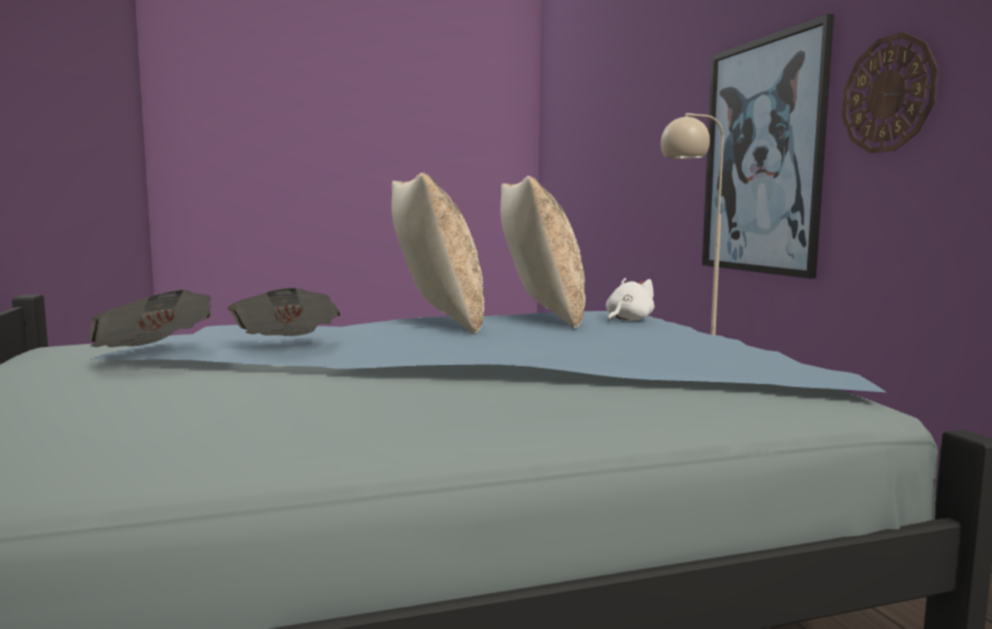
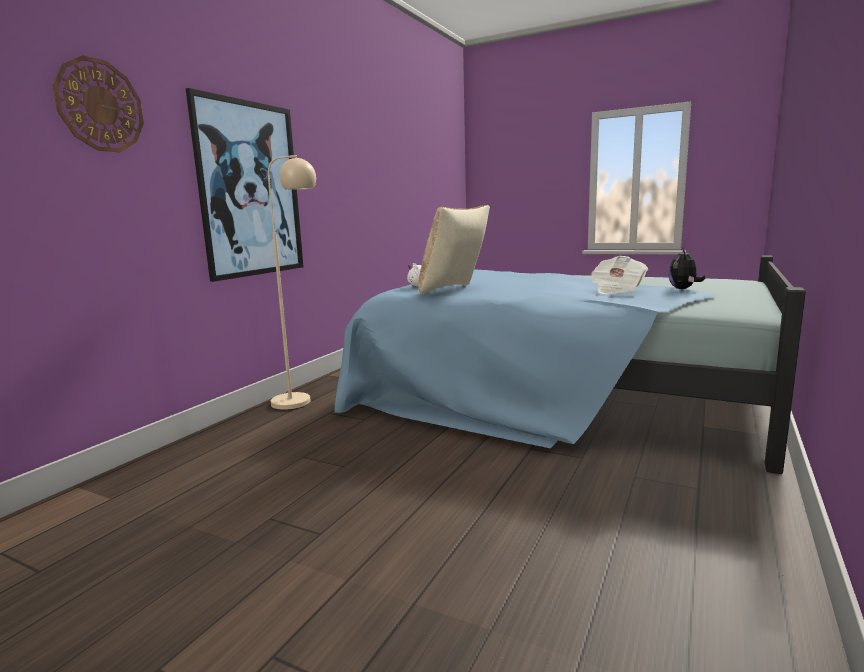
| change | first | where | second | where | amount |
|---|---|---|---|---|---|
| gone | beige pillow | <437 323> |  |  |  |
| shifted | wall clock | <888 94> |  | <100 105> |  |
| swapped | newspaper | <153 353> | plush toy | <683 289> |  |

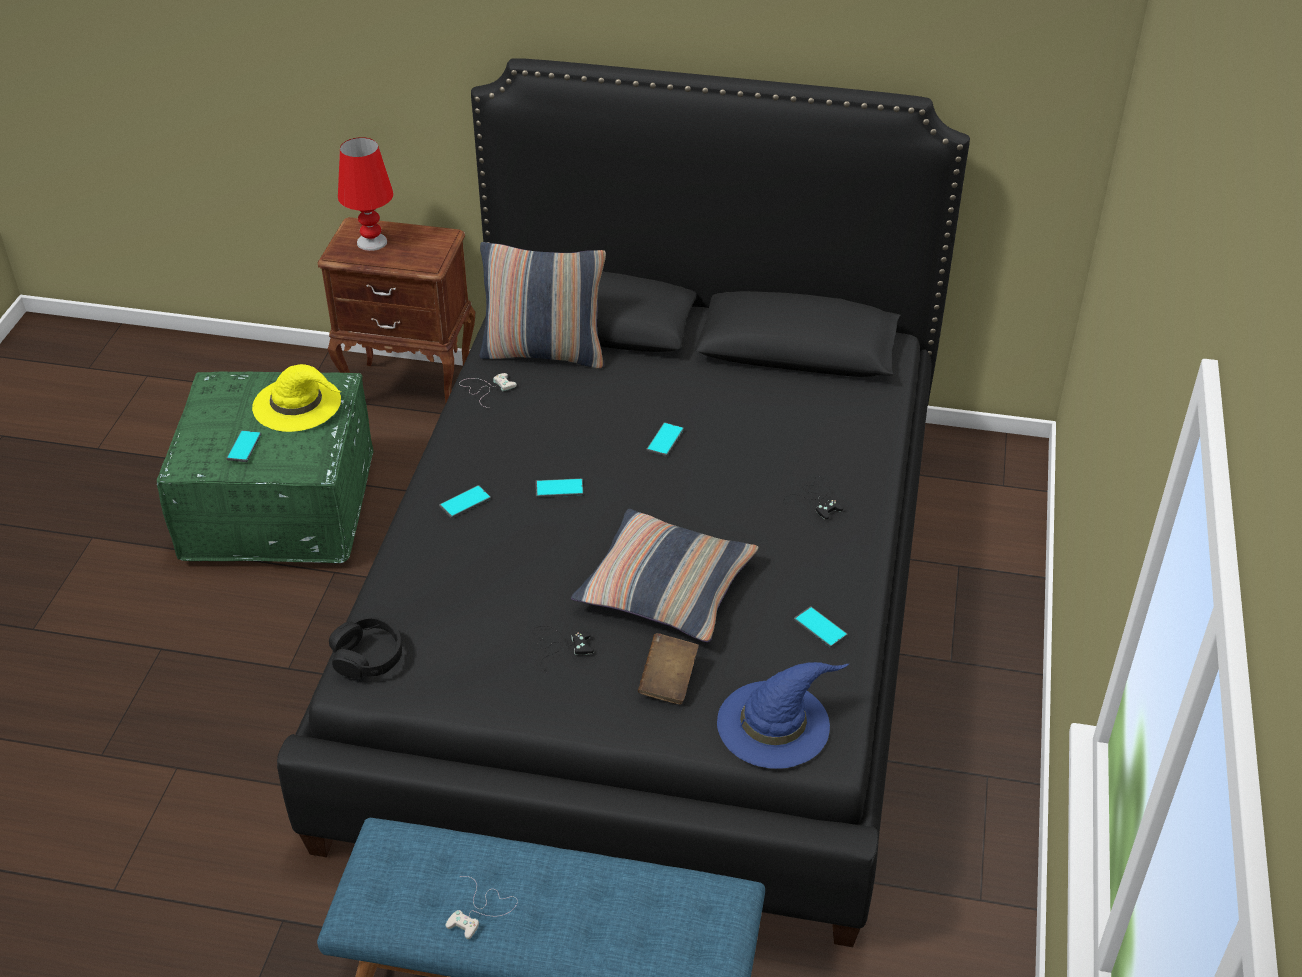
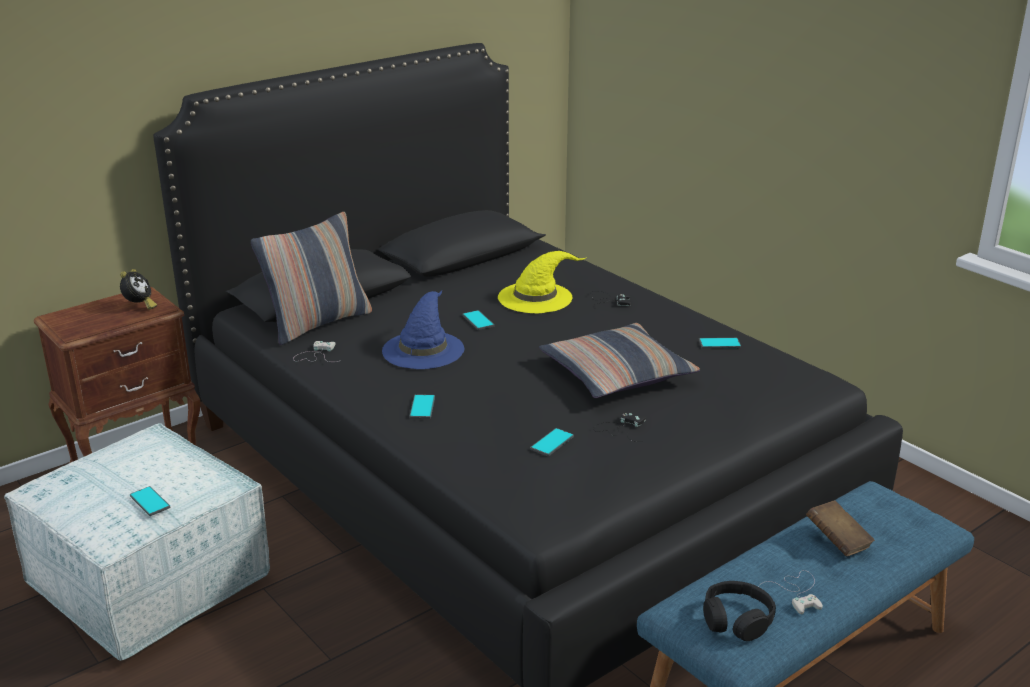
| change | first | where | second | where | amount |
|---|---|---|---|---|---|
| gone | red table lamp | <371 242> |  |  |  |
| new |  |  | alarm clock | <139 306> |  |
| shifted | yellow hat | <298 404> |  | <536 297> |  |
| shifted | black headphones | <367 656> |  | <737 619> |  |
| shifted | phone | <559 489> |  | <552 443> |  |
| shifted | brown book | <668 680> |  | <837 541> |  |
| shifted | blue hat | <774 723> |  | <423 349> |  |
| repainted | green ottoman | <279 510> | white ottoman | <150 585> |  |

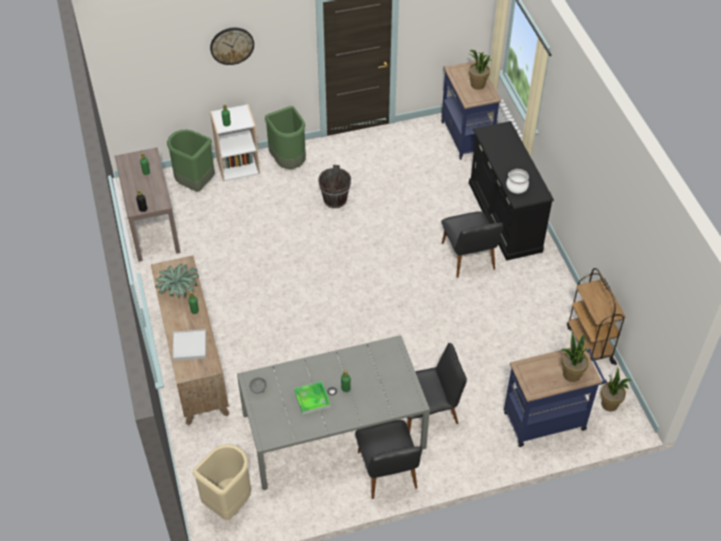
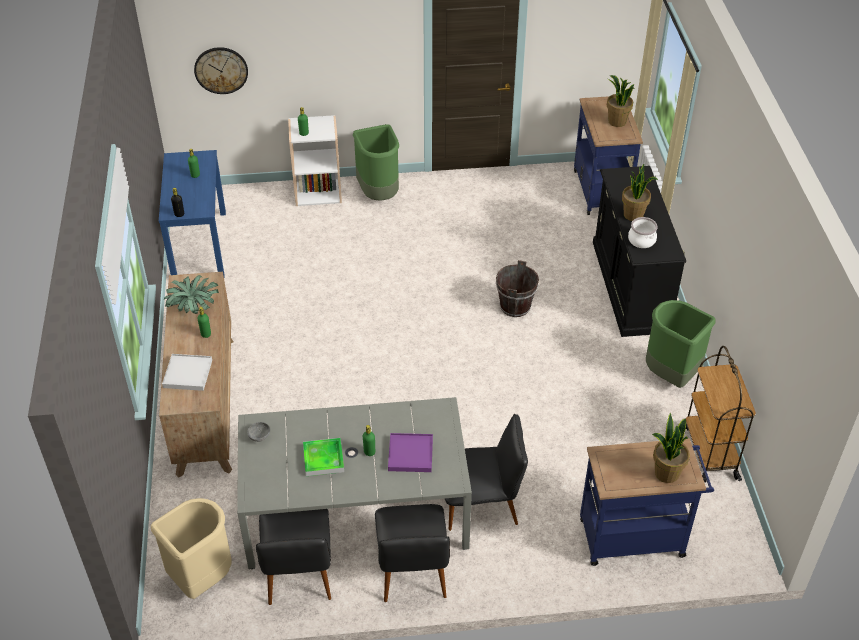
| change | first | where | second | where | amount |
|---|---|---|---|---|---|
| new |  |  | purple tray | <410 454> |  |
| shifted | green trash can | <194 184> |  | <670 375> |  |
| shifted | wall clock | <232 45> |  | <221 70> |  |
| shifted | brown bucket | <335 200> |  | <515 307> |  |
| shifted | black chair | <468 256> |  | <299 571> |  |
| shifted | potted plant | <610 404> |  | <634 215> |  |
| repainted | brown console table | <152 226> | blue console table | <199 245> |  |

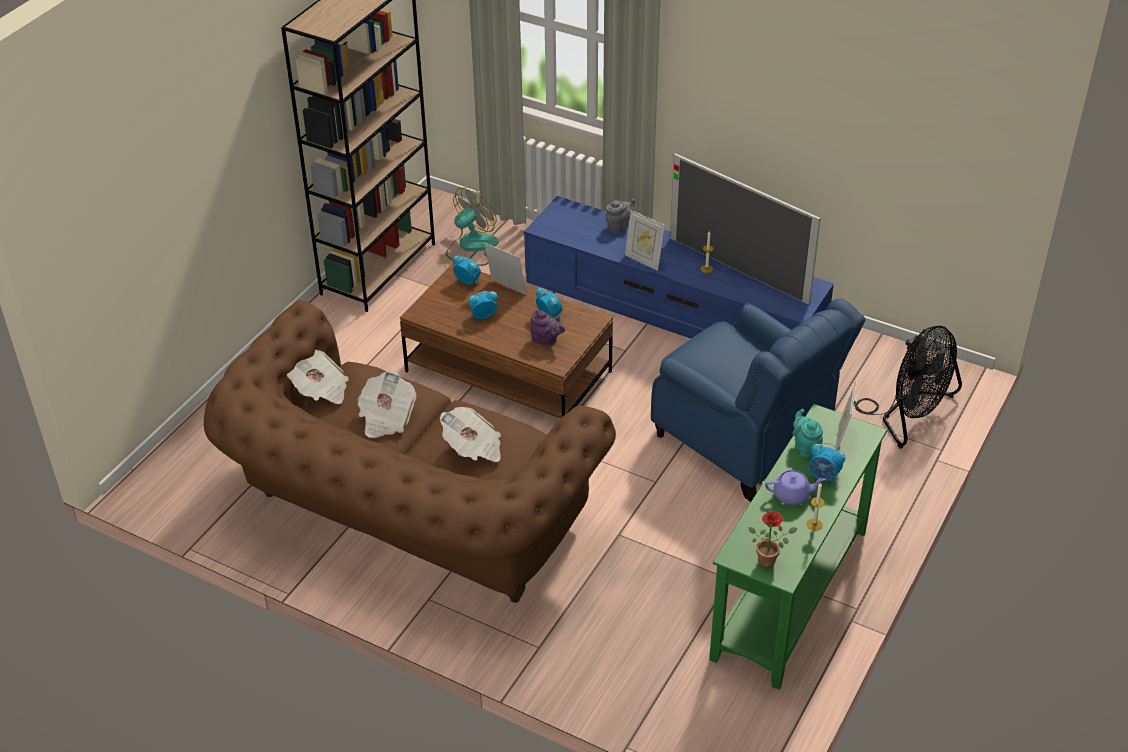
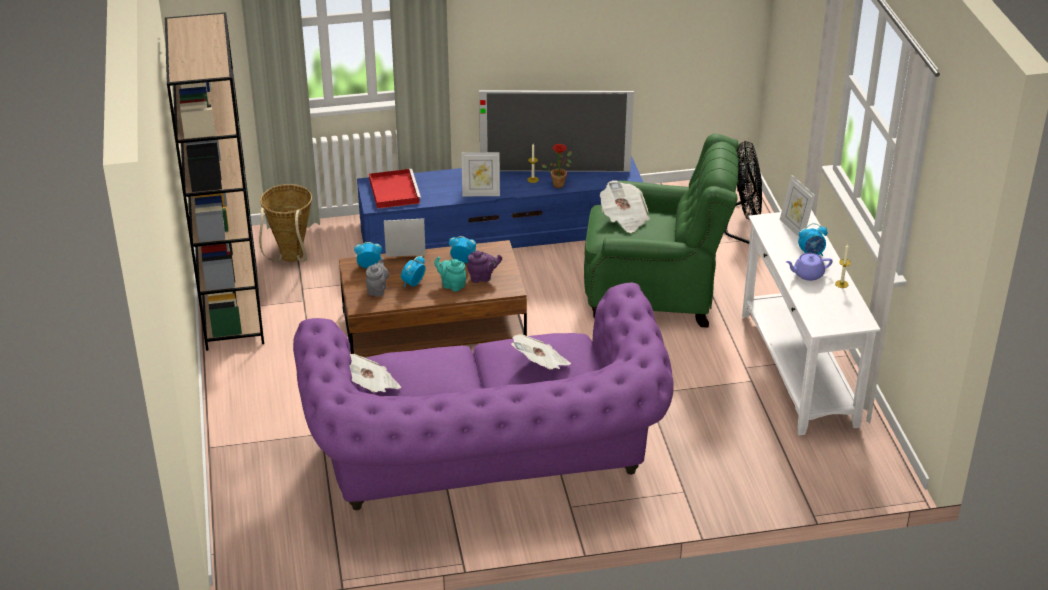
| change | first | where | second | where | amount |
|---|---|---|---|---|---|
| new |  |  | red tray | <393 190> |  |
| shifted | newspaper | <386 418> |  | <624 218> |  |
| shifted | grey teapot | <619 226> |  | <377 289> |  |
| shifted | potted plant | <769 560> |  | <559 183> |  |
| shifted | turquoise teapot | <806 447> |  | <452 285> |  |
| swapped | fan | <471 247> | basket | <290 259> |  |
| repainted | brown sofa | <406 521> | purple sofa | <487 467> |  |
| repainted | blue armchair | <744 441> | green armchair | <655 292> |  |
| repainted | green console table | <790 595> | white console table | <799 370> |  |
| rotated | purple teapot | <792 495> |  | <807 274> | 150 degrees counterclockwise |

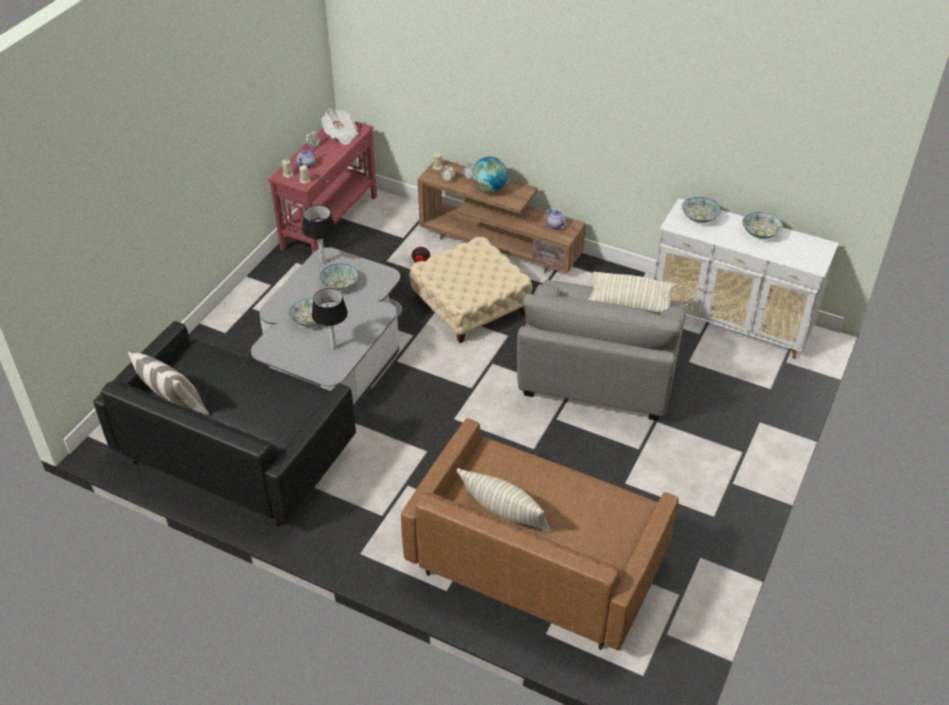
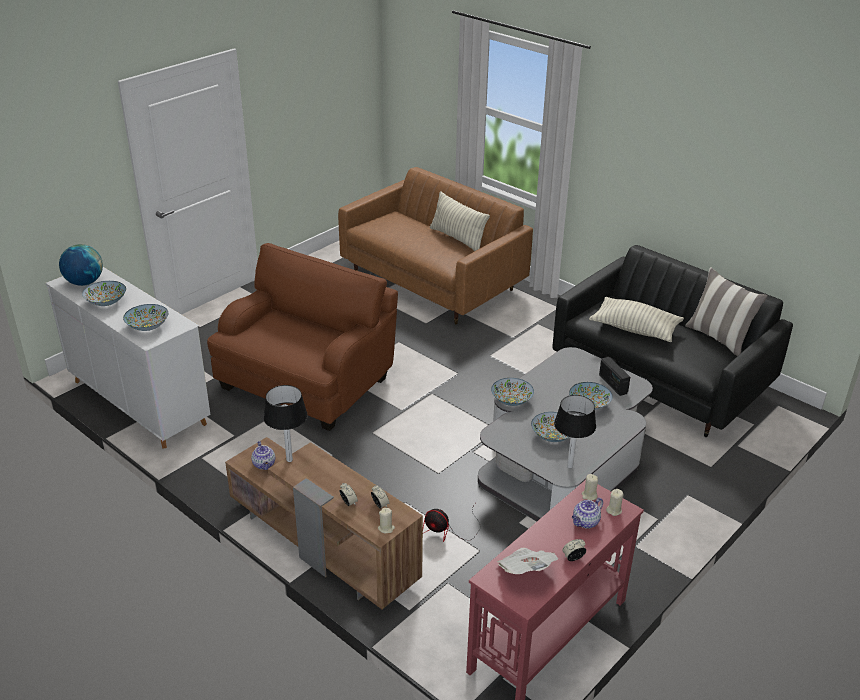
| change | first | where | second | where | amount |
|---|---|---|---|---|---|
| gone | beige ottoman | <470 305> |  |  |  |
| new |  |  | bowl | <512 400> |  |
| new |  |  | radio | <612 384> |  |
| shifted | table lamp | <333 347> |  | <290 460> |  |
| shifted | globe | <489 189> |  | <84 282> |  |
| shifted | pillow | <629 302> |  | <635 329> |  |
| repainted | grey armchair | <598 377> | brown armchair | <307 381> |  |

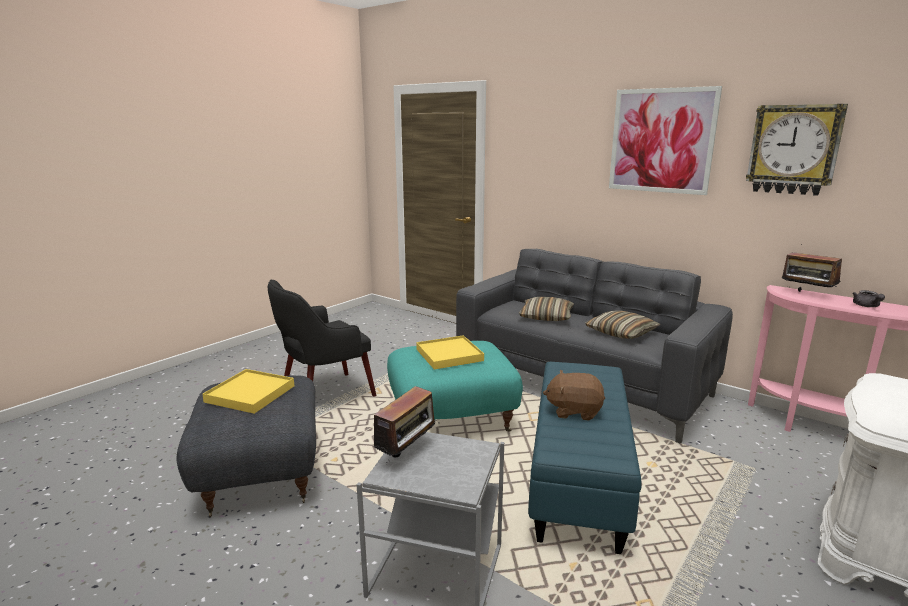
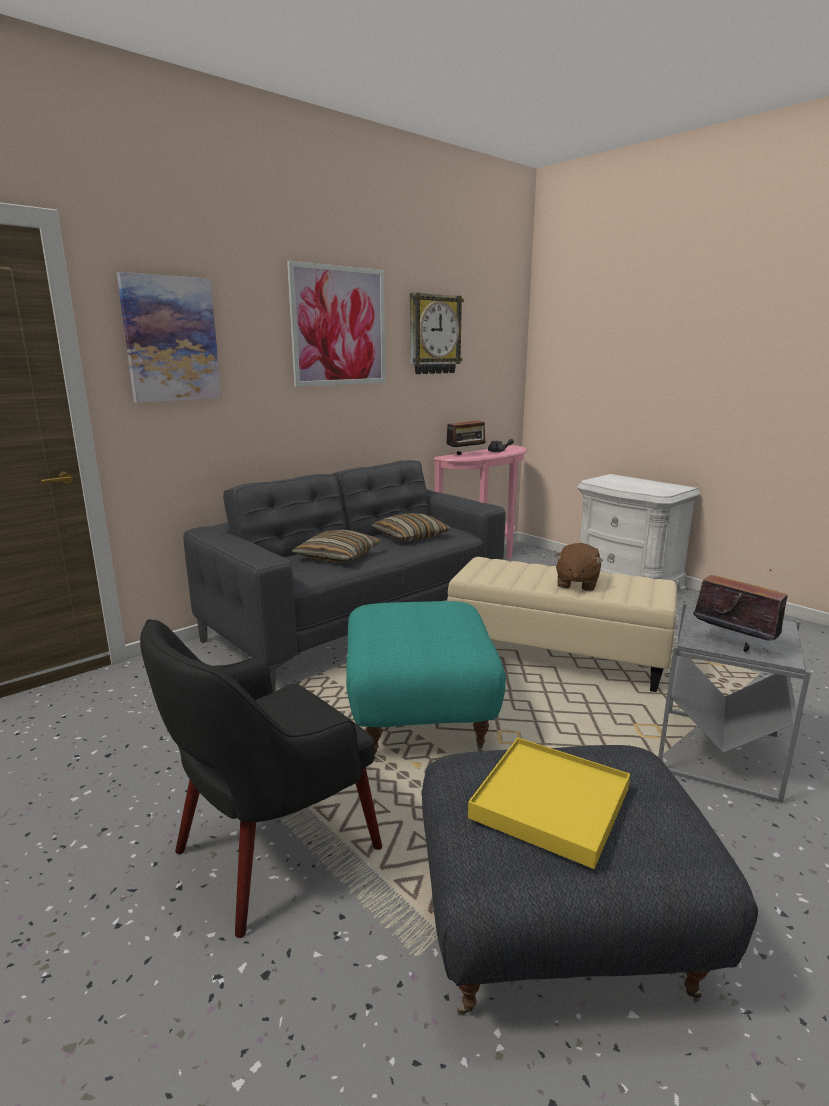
| change | first | where | second | where | amount |
|---|---|---|---|---|---|
| gone | yellow tray | <449 355> |  |  |  |
| new |  |  | picture | <171 339> |  |
| repainted | blue ottoman | <579 480> | beige ottoman | <557 657> |  |
| rotated | black armchair | <325 395> |  | <273 852> | 75 degrees clockwise |

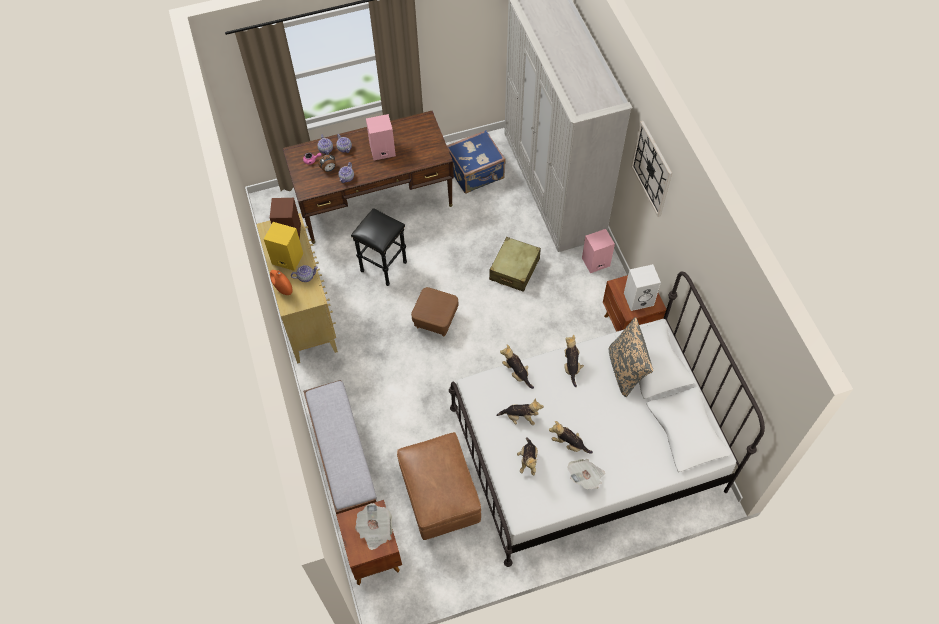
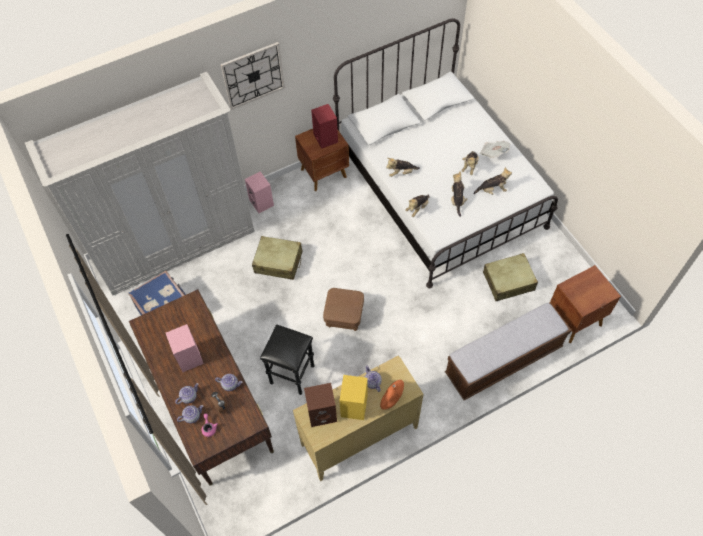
| change | first | where | second | where | amount |
|---|---|---|---|---|---|
| gone | newspaper | <375 530> |  |  |  |
| gone | grey pillow | <625 372> |  |  |  |
| swapped | brown ottoman | <440 495> | beige suitcase | <508 281> |  |
| repainted | white speaker | <639 298> | red speaker | <325 138> |  |

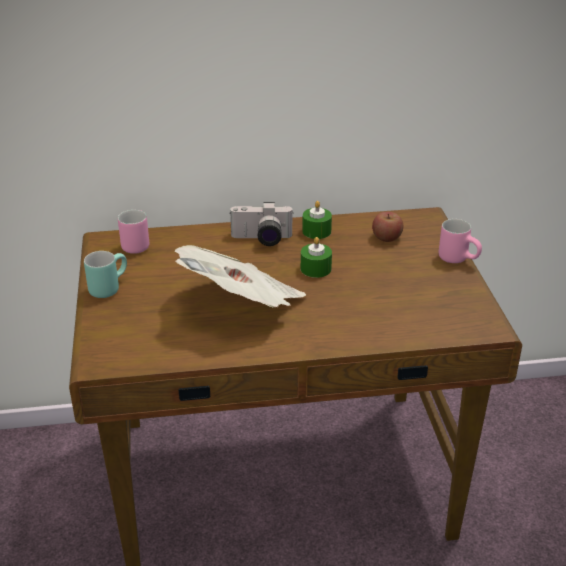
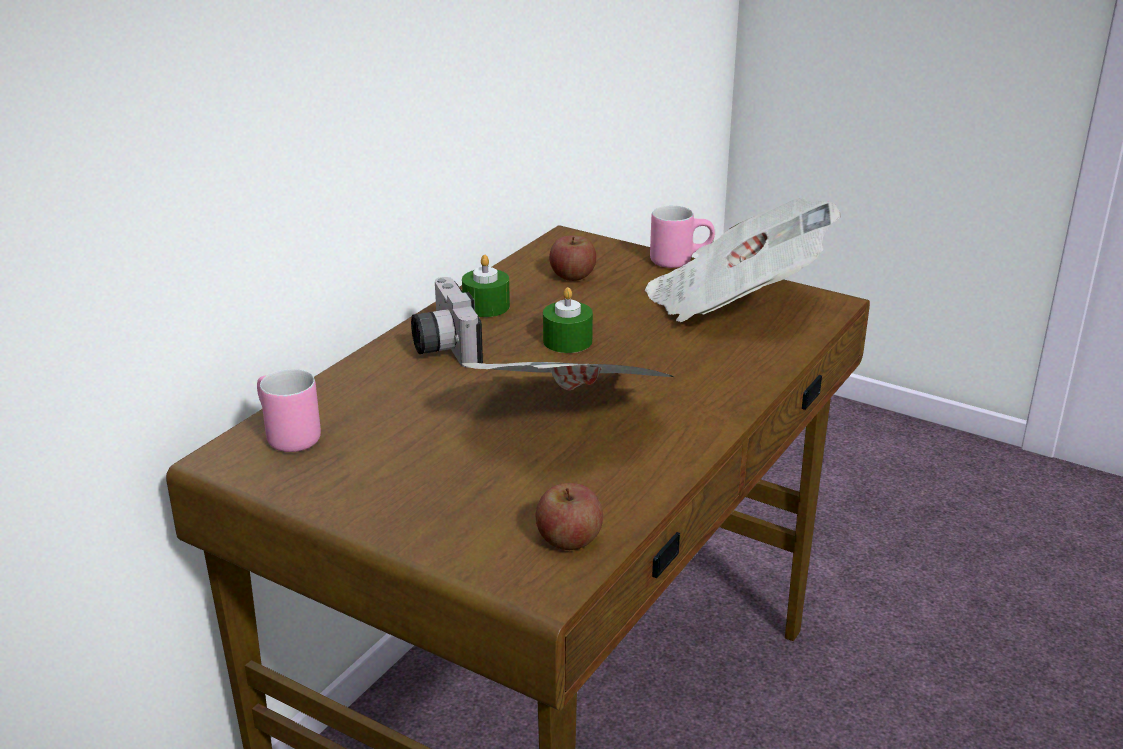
| change | first | where | second | where | amount |
|---|---|---|---|---|---|
| gone | turquoise mug | <108 287> |  |  |  |
| new |  |  | apple | <569 539> |  |
| new |  |  | newspaper | <734 303> |  |
| rotated | photo camera | <261 240> |  | <442 346> | 120 degrees clockwise |

